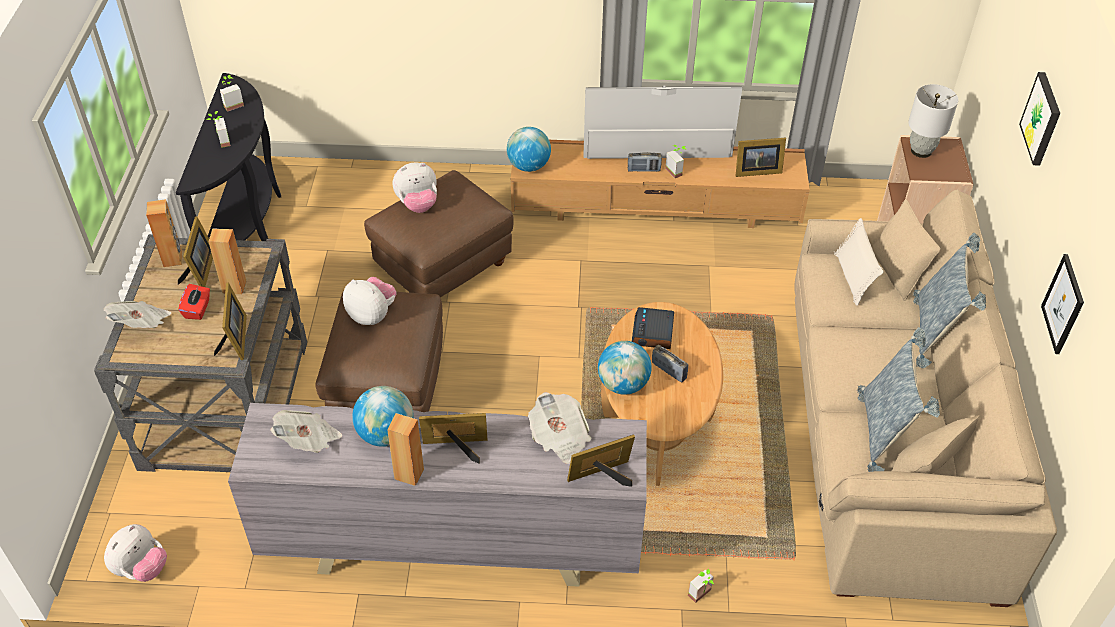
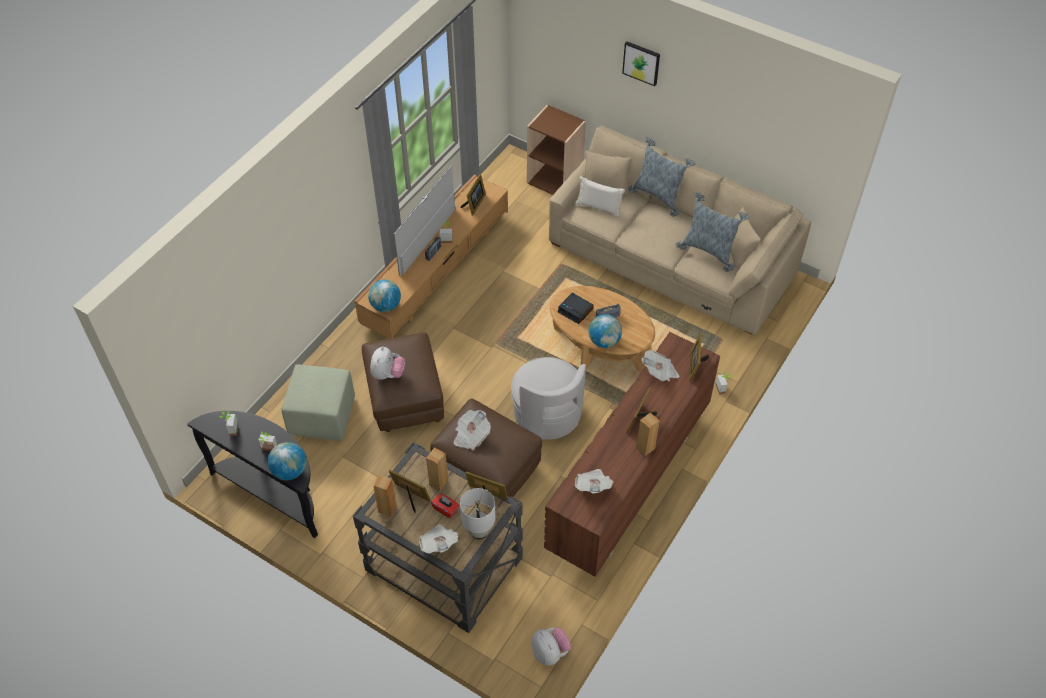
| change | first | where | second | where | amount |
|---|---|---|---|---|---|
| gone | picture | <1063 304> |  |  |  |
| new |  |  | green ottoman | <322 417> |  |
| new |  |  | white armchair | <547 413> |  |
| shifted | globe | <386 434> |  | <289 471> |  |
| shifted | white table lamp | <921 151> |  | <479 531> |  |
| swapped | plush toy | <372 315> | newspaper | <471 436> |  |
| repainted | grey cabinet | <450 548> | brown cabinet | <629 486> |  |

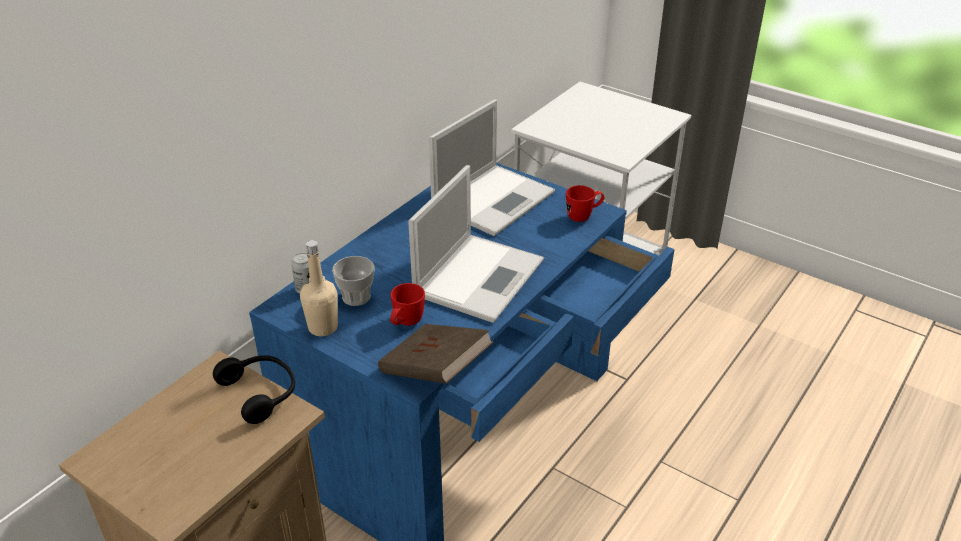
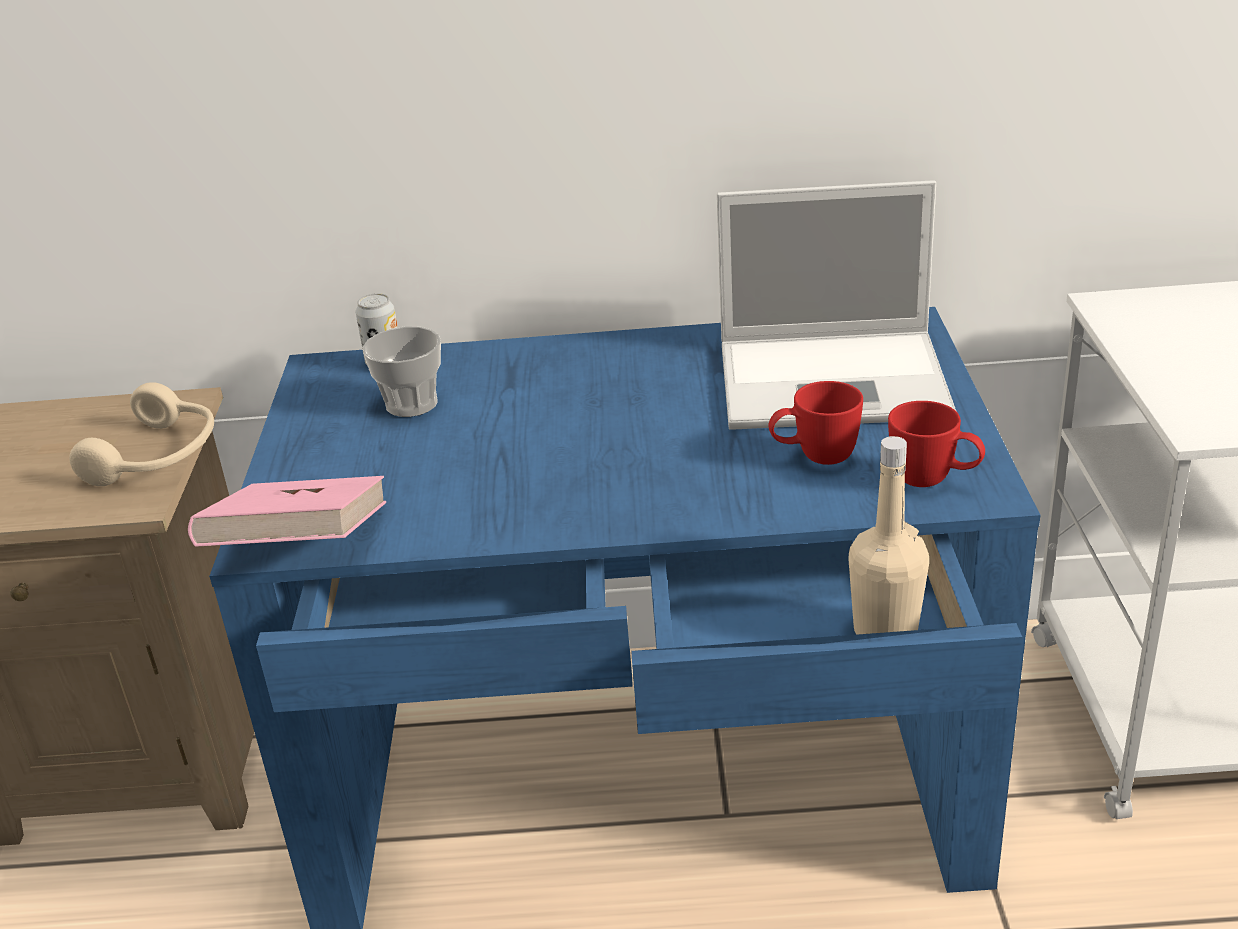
| change | first | where | second | where | amount |
|---|---|---|---|---|---|
| gone | laptop | <480 276> |  |  |  |
| shifted | beige bottle | <323 327> |  | <885 631> |  |
| shifted | red mug | <406 324> |  | <814 458> |  |
| repainted | black headphones | <261 392> | beige headphones | <159 456> |  |
| repainted | brown book | <435 371> | pink book | <302 550> |  |

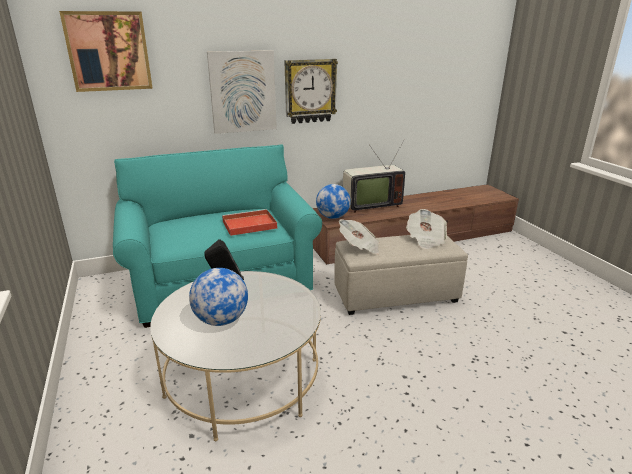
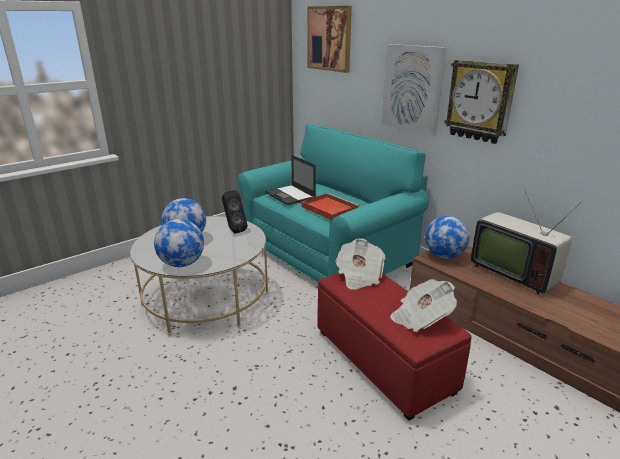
| change | first | where | second | where | amount |
|---|---|---|---|---|---|
| new |  |  | globe | <182 264> |  |
| new |  |  | laptop | <290 195> |  |
| repainted | beige ottoman | <396 295> | red ottoman | <383 361> |  |

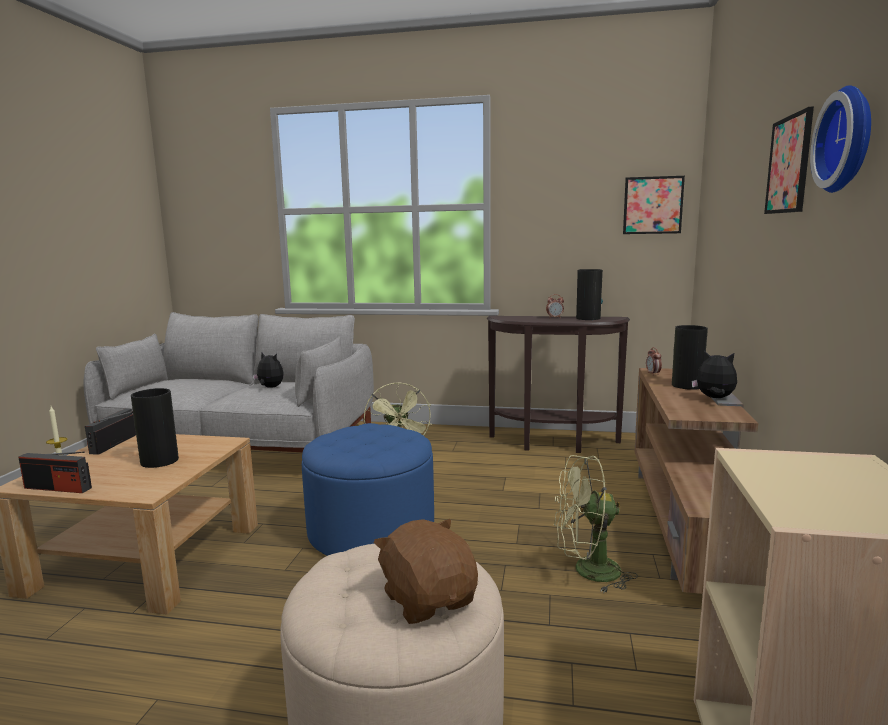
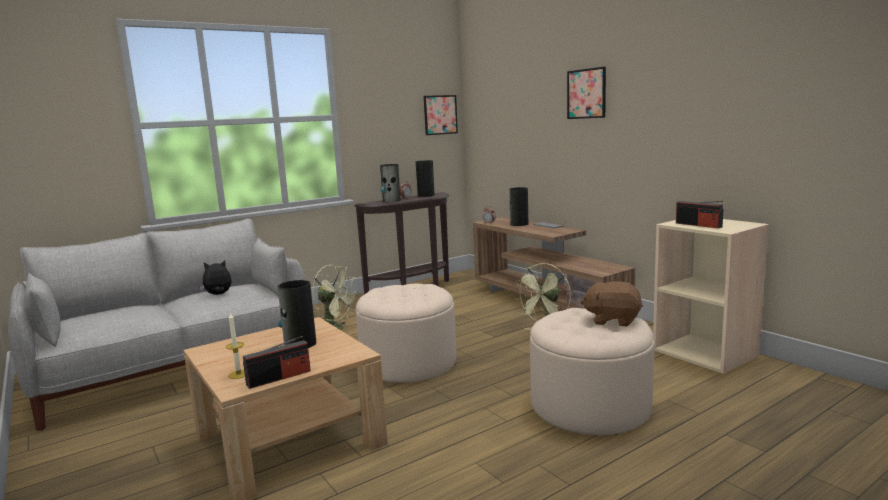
| change | first | where | second | where | amount |
|---|---|---|---|---|---|
| gone | plush toy | <714 398> |  |  |  |
| gone | wall clock | <849 140> |  |  |  |
| new |  |  | vase | <391 201> |  |
| shifted | radio | <113 444> |  | <698 225> |  |
| repainted | blue ottoman | <371 530> | beige ottoman | <408 363> |  |

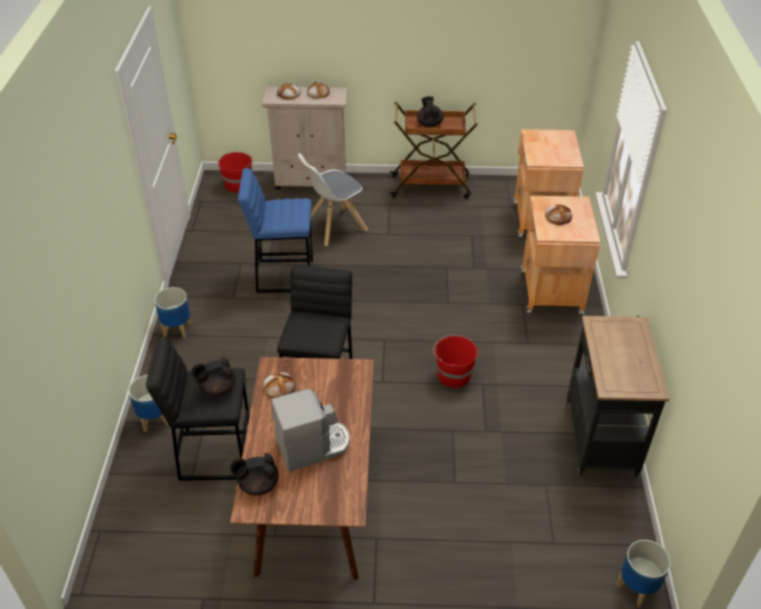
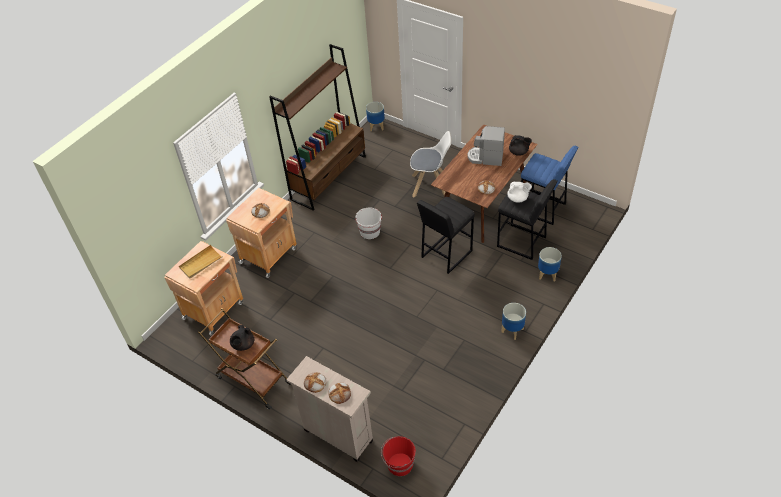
| change | first | where | second | where | amount |
|---|---|---|---|---|---|
| new |  |  | beige tray | <201 263> |  |
| shifted | blue stool | <283 276> |  | <543 208> |  |
| shifted | chair | <333 227> |  | <431 185> |  |
| swapped | black cart | <599 434> | brown bookcase | <329 177> |  |
| repainted | black teapot | <216 388> | white teapot | <518 198> |  |
| repainted | red bucket | <453 375> | white bucket | <370 232> |  |

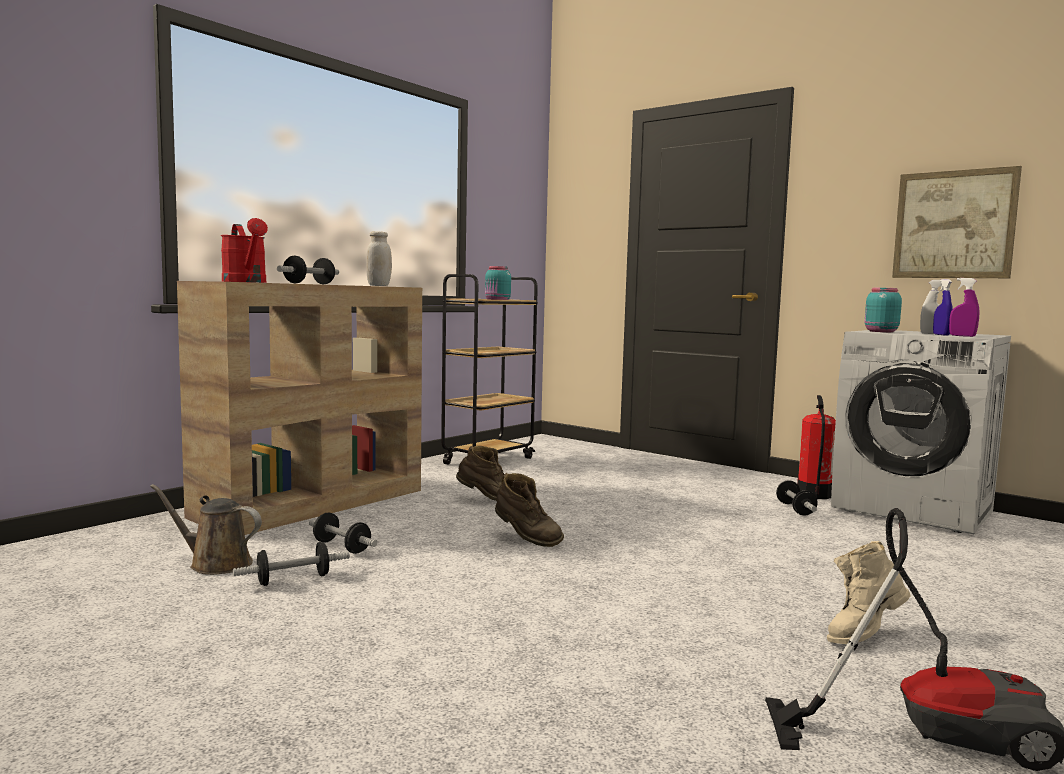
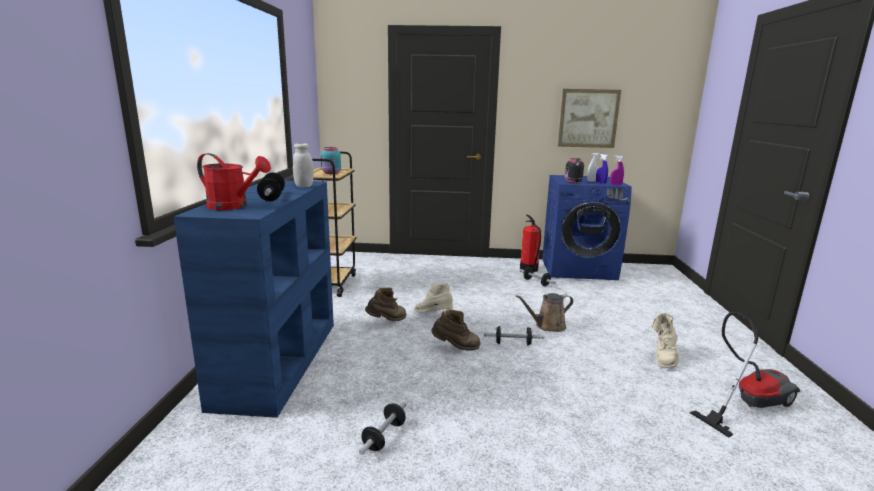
| change | first | where | second | where | amount |
|---|---|---|---|---|---|
| new |  |  | beige boot | <434 316> |  |
| shifted | brown watering can | <215 564> |  | <547 326> |  |
| shifted | dumbbell | <341 547> |  | <513 343> |  |
| repainted | brown bookcase | <310 503> | blue bookcase | <277 362> |  |
| repainted | white washing machine | <912 512> | blue washing machine | <578 271> |  |
| repainted | turquoise jar | <880 331> | black jar | <572 182> |  |

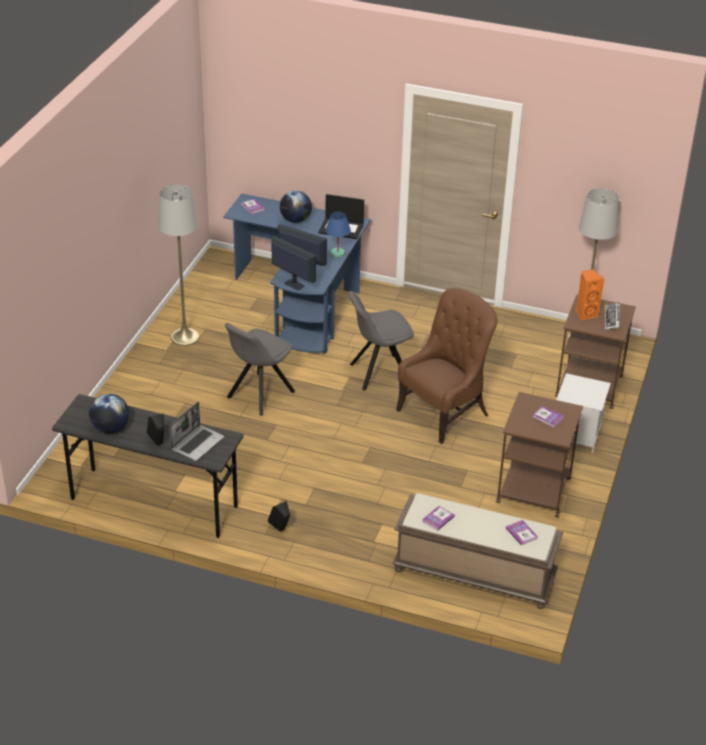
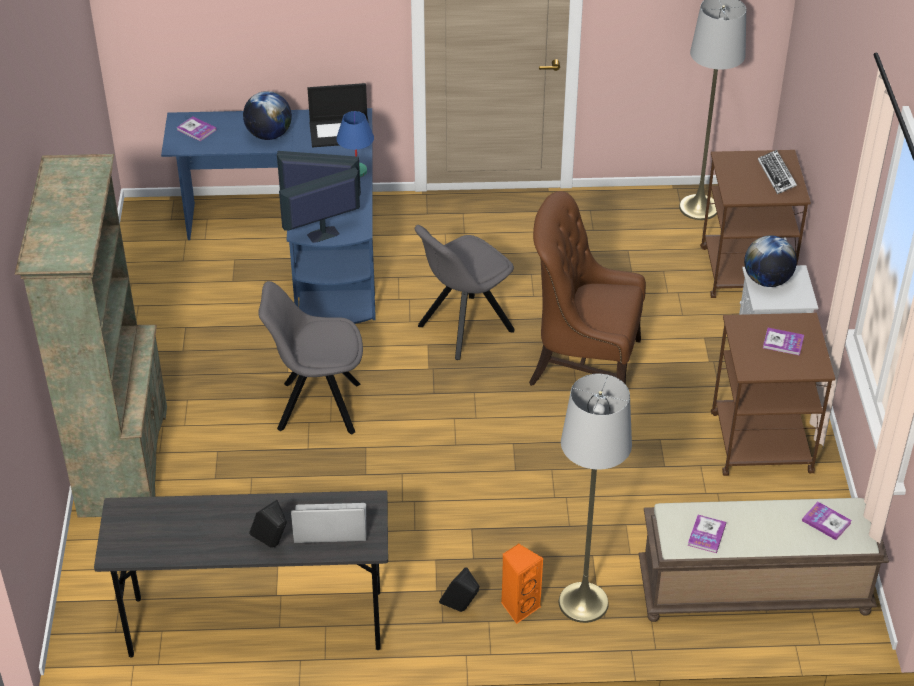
| change | first | where | second | where | amount |
|---|---|---|---|---|---|
| new |  |  | green bookcase | <122 459> |  |
| shifted | globe | <110 428> |  | <767 280> |  |
| shifted | grey floor lamp | <185 337> |  | <583 602> |  |
| shifted | orange speaker | <586 313> |  | <519 607> |  |
| rotated | laptop | <197 443> |  | <329 526> | 105 degrees counterclockwise |
| rotated | grey chair | <260 394> |  | <318 407> | 75 degrees clockwise |
| rotated | monitor | <293 284> |  | <322 234> | 45 degrees counterclockwise |
| rotated | brown chair | <444 412> |  | <583 362> | 105 degrees counterclockwise |

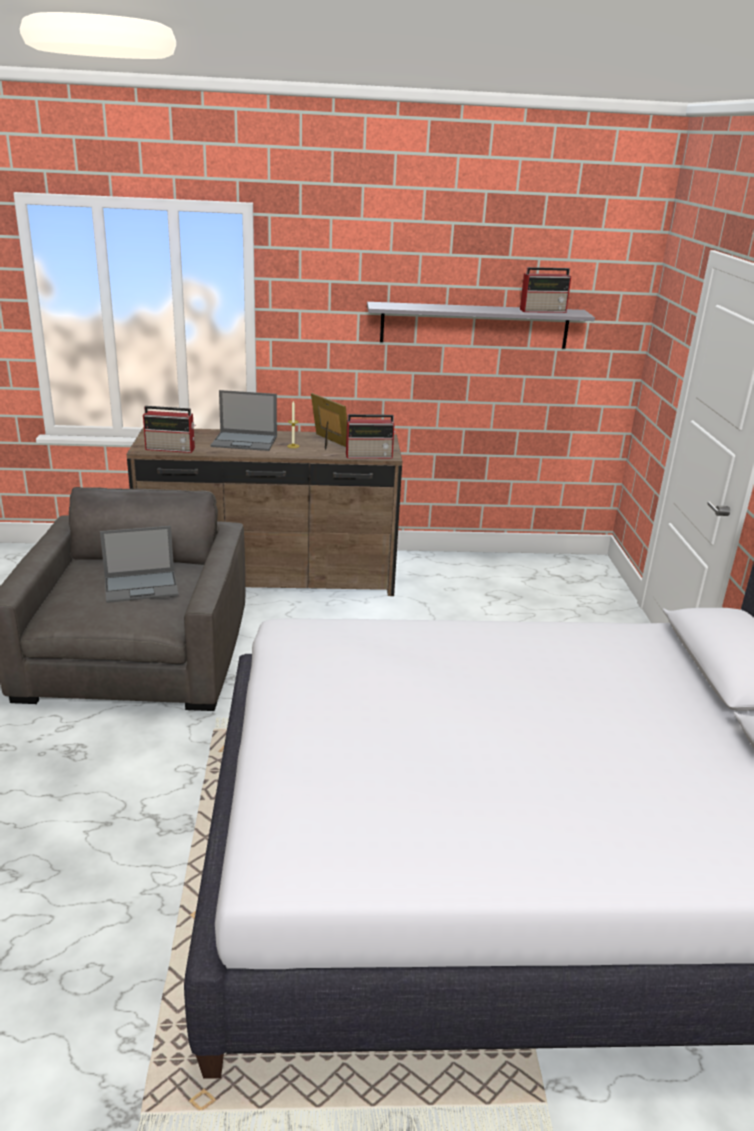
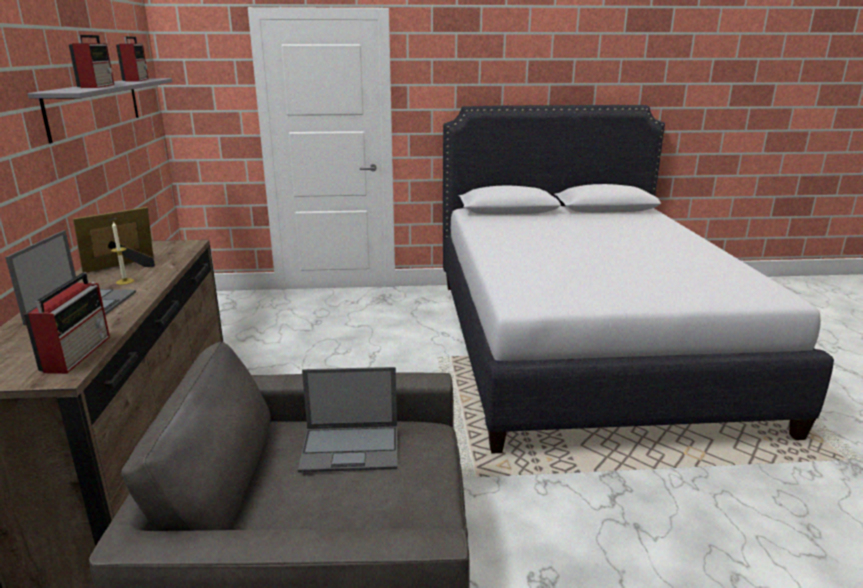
| change | first | where | second | where | amount |
|---|---|---|---|---|---|
| shifted | radio | <370 455> |  | <97 86> |  |
| rotated | laptop | <142 586> |  | <351 448> | 105 degrees clockwise |

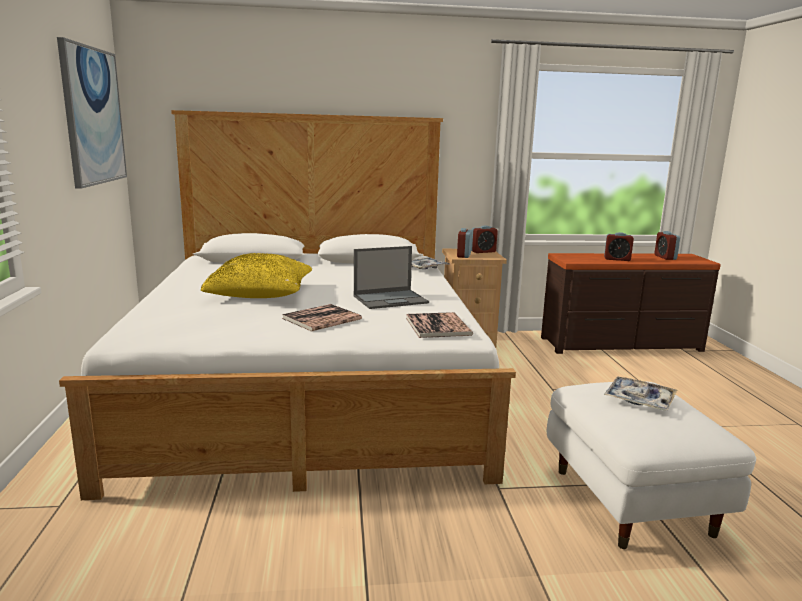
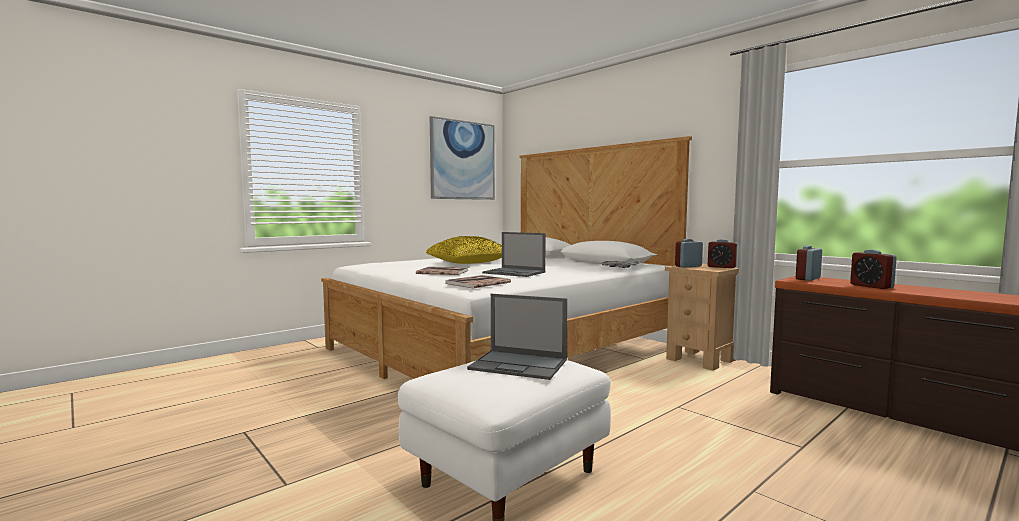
| change | first | where | second | where | amount |
|---|---|---|---|---|---|
| shifted | alarm clock | <665 257> |  | <808 278> |  |
| swapped | tray | <639 400> | laptop | <519 365> |  |

